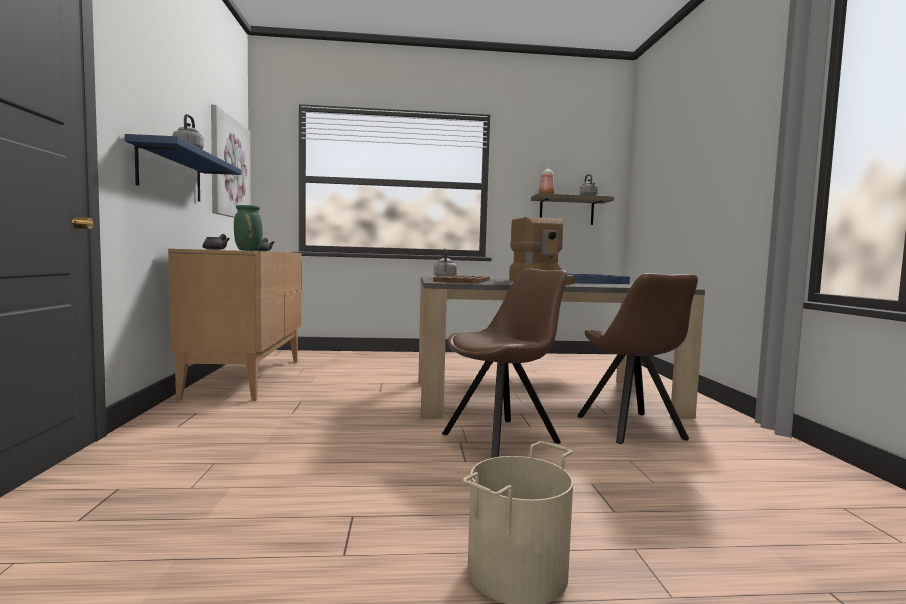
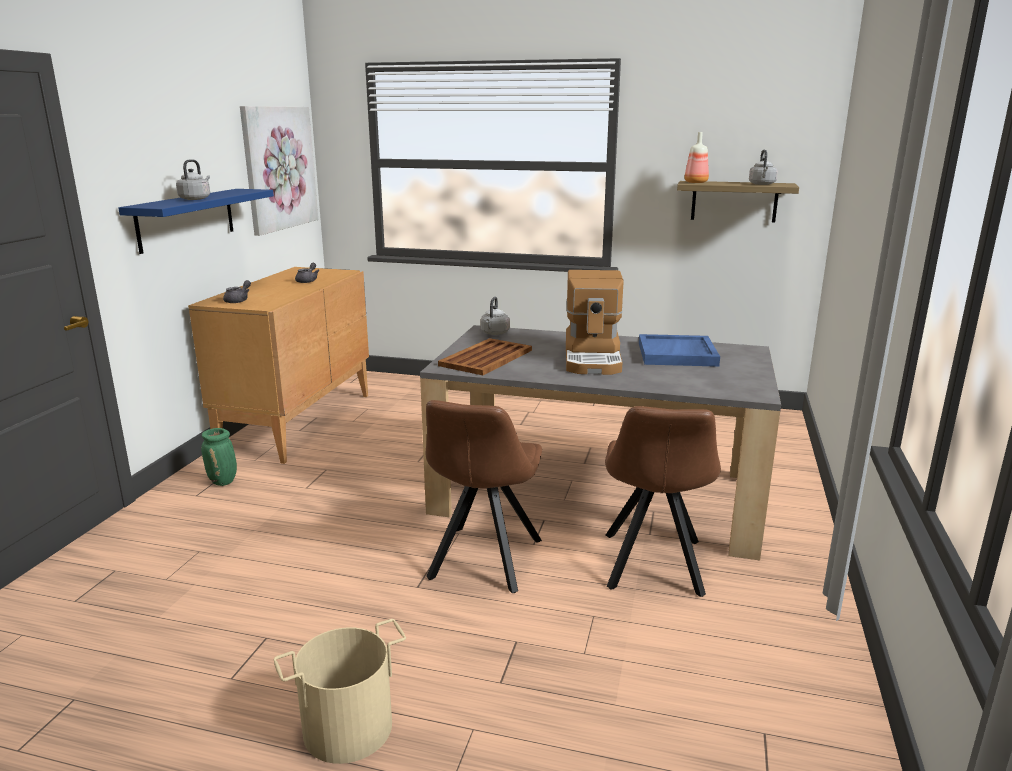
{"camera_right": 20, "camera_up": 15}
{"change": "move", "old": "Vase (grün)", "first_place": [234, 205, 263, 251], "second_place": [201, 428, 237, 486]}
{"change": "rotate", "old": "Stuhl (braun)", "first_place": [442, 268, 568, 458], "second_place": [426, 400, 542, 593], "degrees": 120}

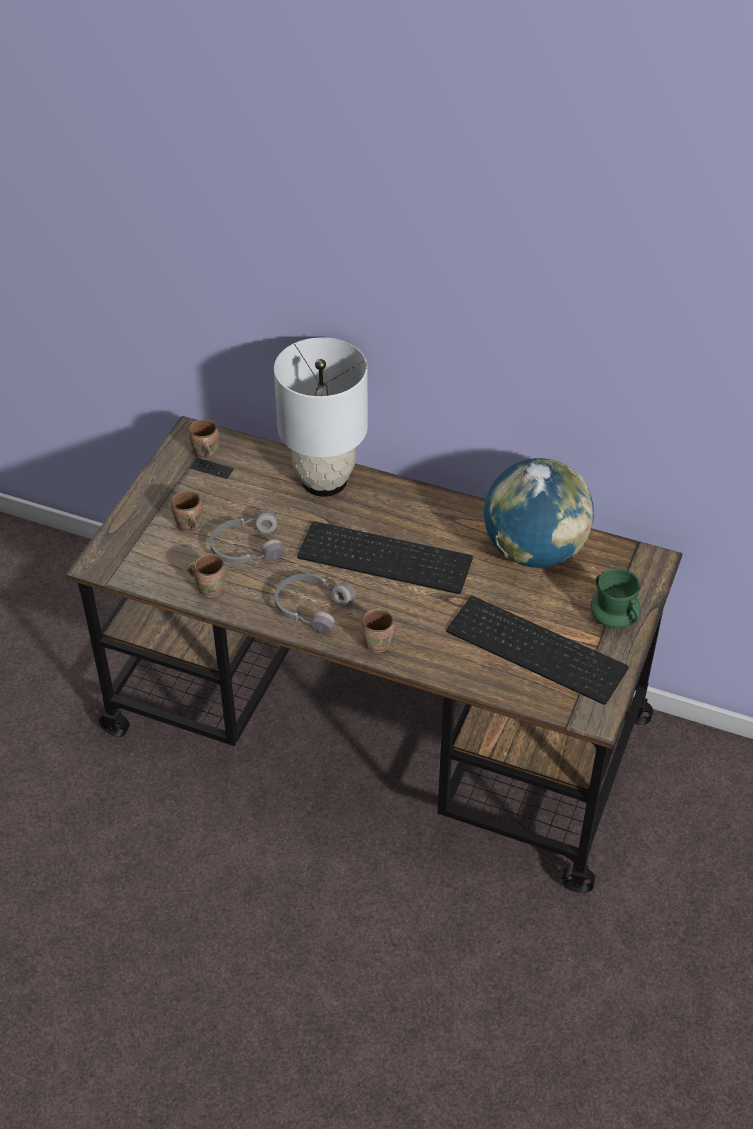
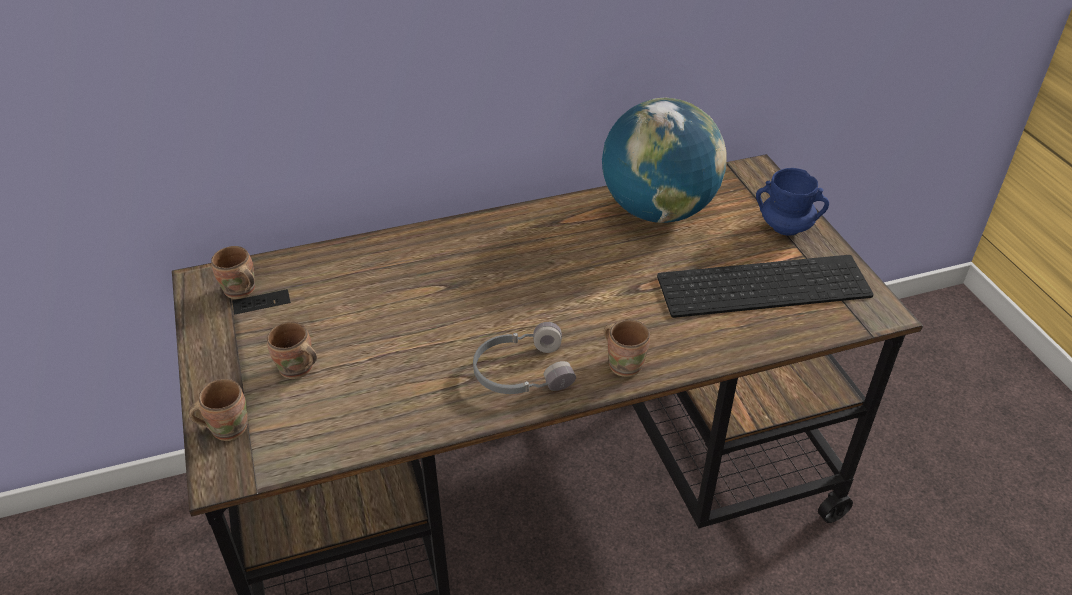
{"camera_right": -40, "camera_up": -5}
{"change": "delete", "old": "Kopfhörer (grau)", "first_place": [210, 510, 285, 563]}
{"change": "delete", "old": "Tischlampe (weiß)", "first_place": [274, 337, 368, 497]}
{"change": "delete", "old": "Tastatur", "first_place": [297, 521, 473, 594]}
{"change": "move", "old": "Henkelbecher (braun)", "first_place": [187, 553, 225, 598], "second_place": [189, 379, 248, 441]}
{"change": "recolor", "old": "Henkelbecher (grün)", "new": "Henkelbecher (blau)", "first_place": [590, 568, 641, 628], "second_place": [756, 168, 829, 236]}

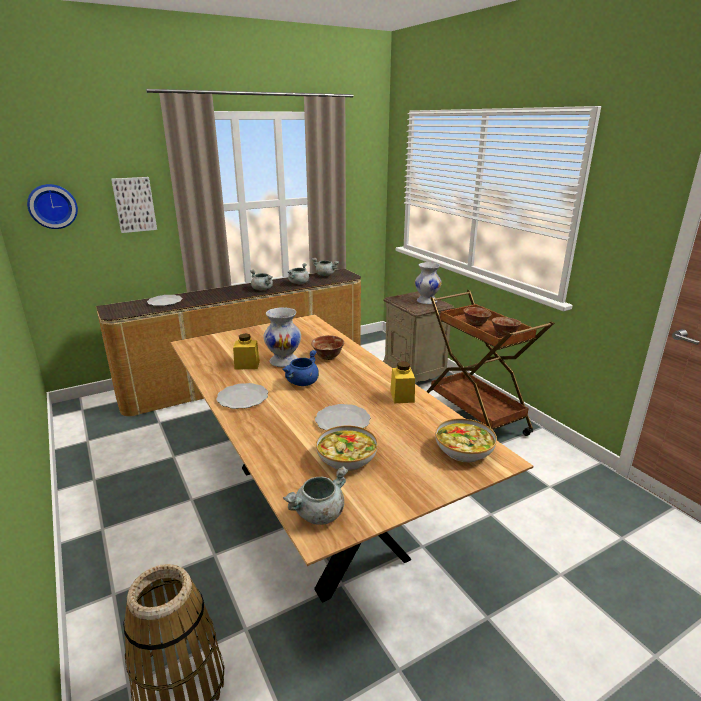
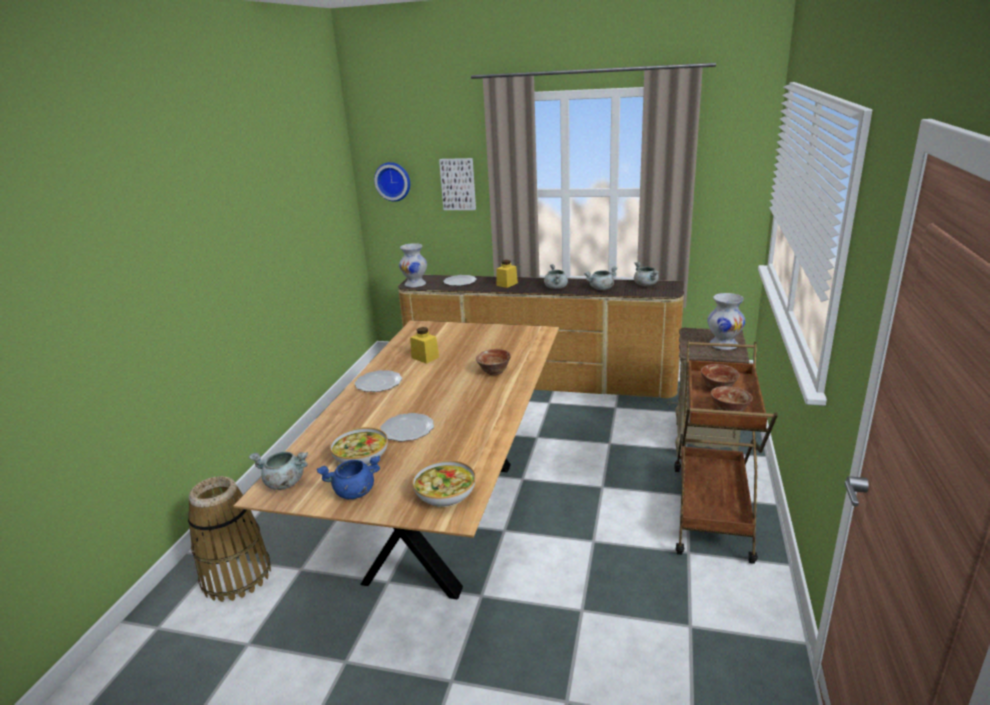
{"camera_right": 45, "camera_up": 0}
{"change": "move", "old": "Vase (weiß)", "first_place": [264, 307, 301, 367], "second_place": [399, 243, 427, 288]}
{"change": "move", "old": "Kochtopf (blau)", "first_place": [282, 350, 319, 386], "second_place": [317, 455, 381, 499]}
{"change": "move", "old": "Vorratsglas (gelb)", "first_place": [390, 361, 415, 403], "second_place": [496, 260, 518, 288]}

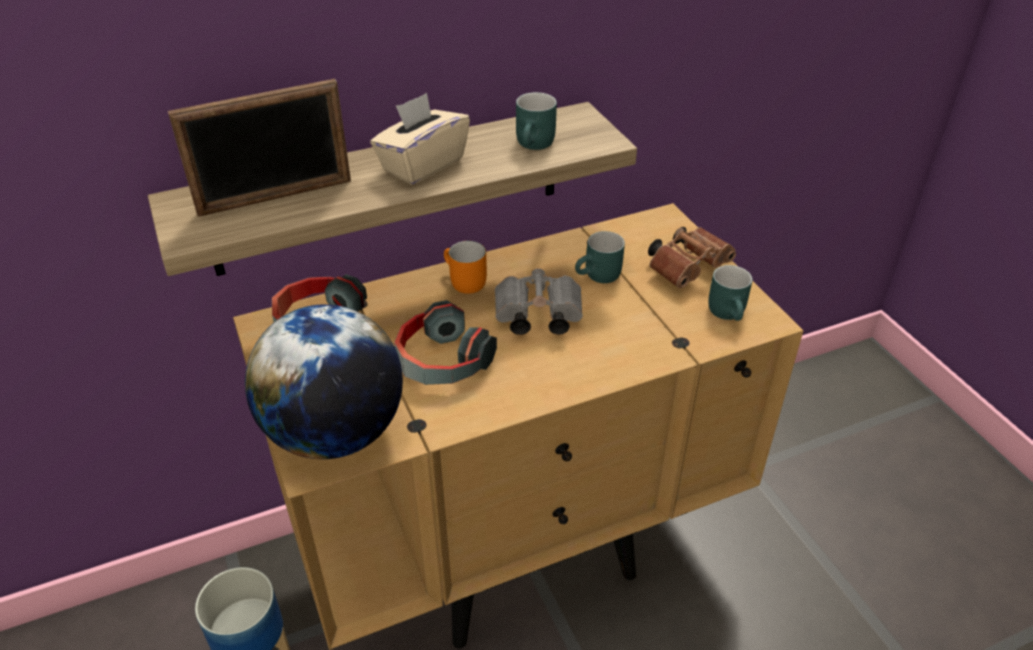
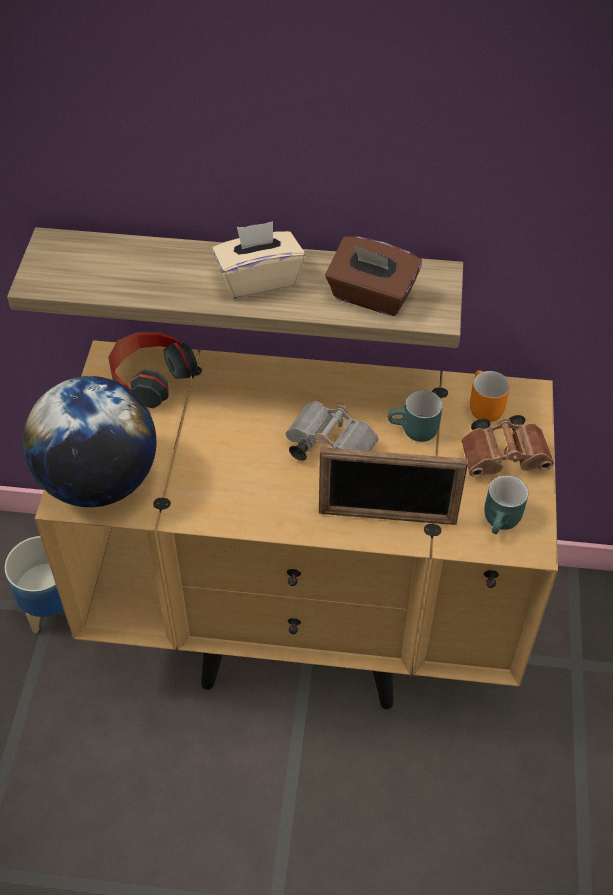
{"camera_right": 30, "camera_up": 10}
{"change": "delete", "old": "Kopfhörer", "first_place": [394, 300, 497, 385]}
{"change": "move", "old": "Bilderrahmen", "first_place": [168, 79, 351, 217], "second_place": [319, 447, 468, 525]}
{"change": "move", "old": "Henkelbecher (orange)", "first_place": [444, 241, 487, 294], "second_place": [470, 370, 510, 422]}
{"change": "replace", "old": "Henkelbecher (türkis)", "new": "Taschentuchbox (braun)", "first_place": [516, 92, 557, 150], "second_place": [325, 236, 422, 316]}

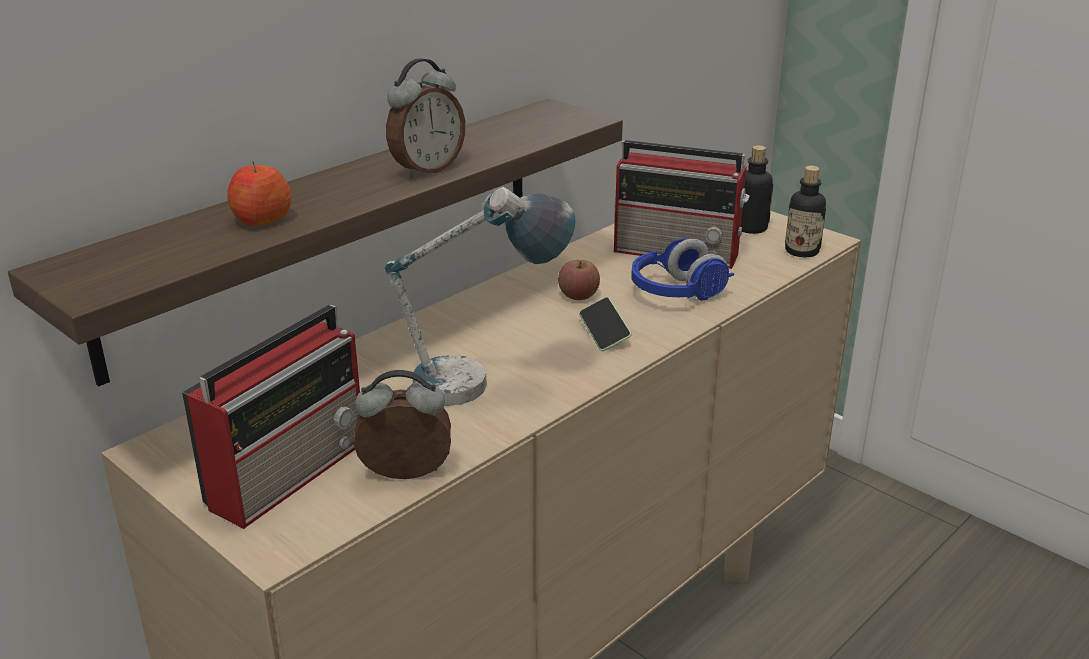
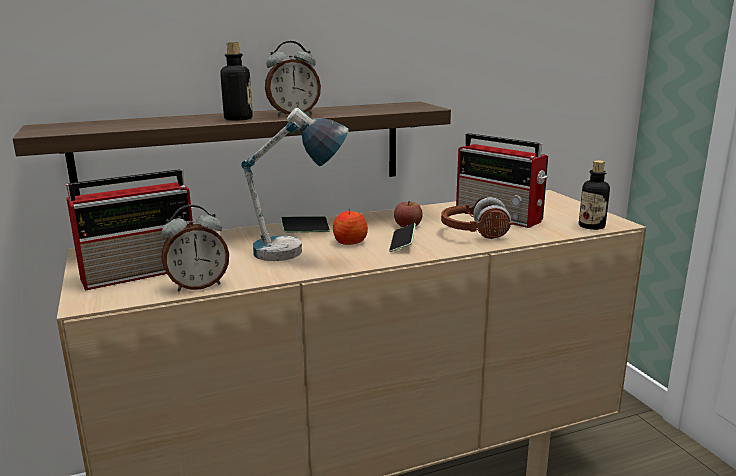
{"camera_right": 25, "camera_up": -10}
{"change": "insert", "new": "Handy", "second_place": [281, 216, 330, 233]}
{"change": "move", "old": "Apfel", "first_place": [227, 161, 291, 226], "second_place": [333, 208, 368, 245]}
{"change": "move", "old": "Flasche", "first_place": [741, 145, 773, 234], "second_place": [220, 42, 253, 120]}
{"change": "recolor", "old": "Kopfhörer (blau)", "new": "Kopfhörer (braun)", "first_place": [631, 238, 734, 301], "second_place": [441, 197, 514, 239]}
{"change": "rotate", "old": "Wecker", "first_place": [354, 370, 451, 479], "second_place": [162, 205, 229, 291], "degrees": 135}

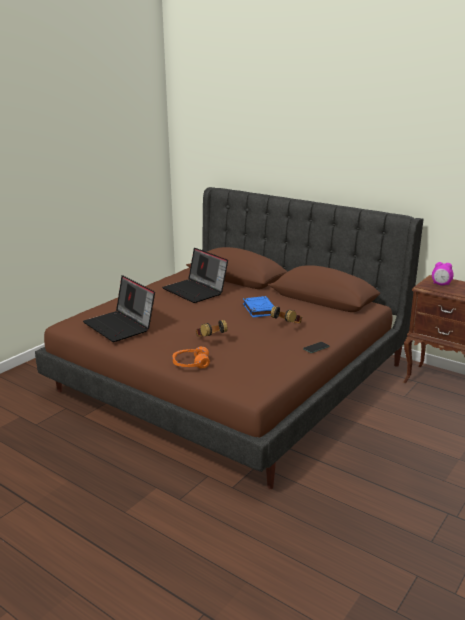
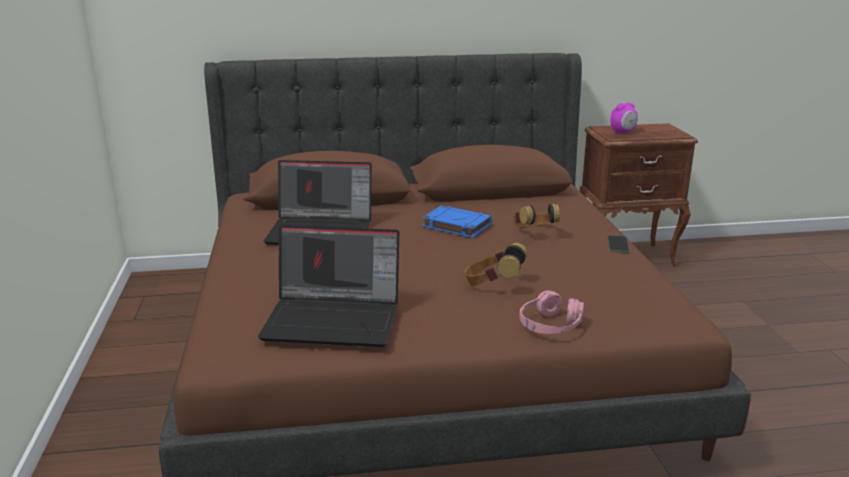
{"camera_right": -45, "camera_up": 0}
{"change": "recolor", "old": "Kopfhörer (orange)", "new": "Kopfhörer (rosa)", "first_place": [173, 347, 210, 369], "second_place": [519, 291, 584, 334]}

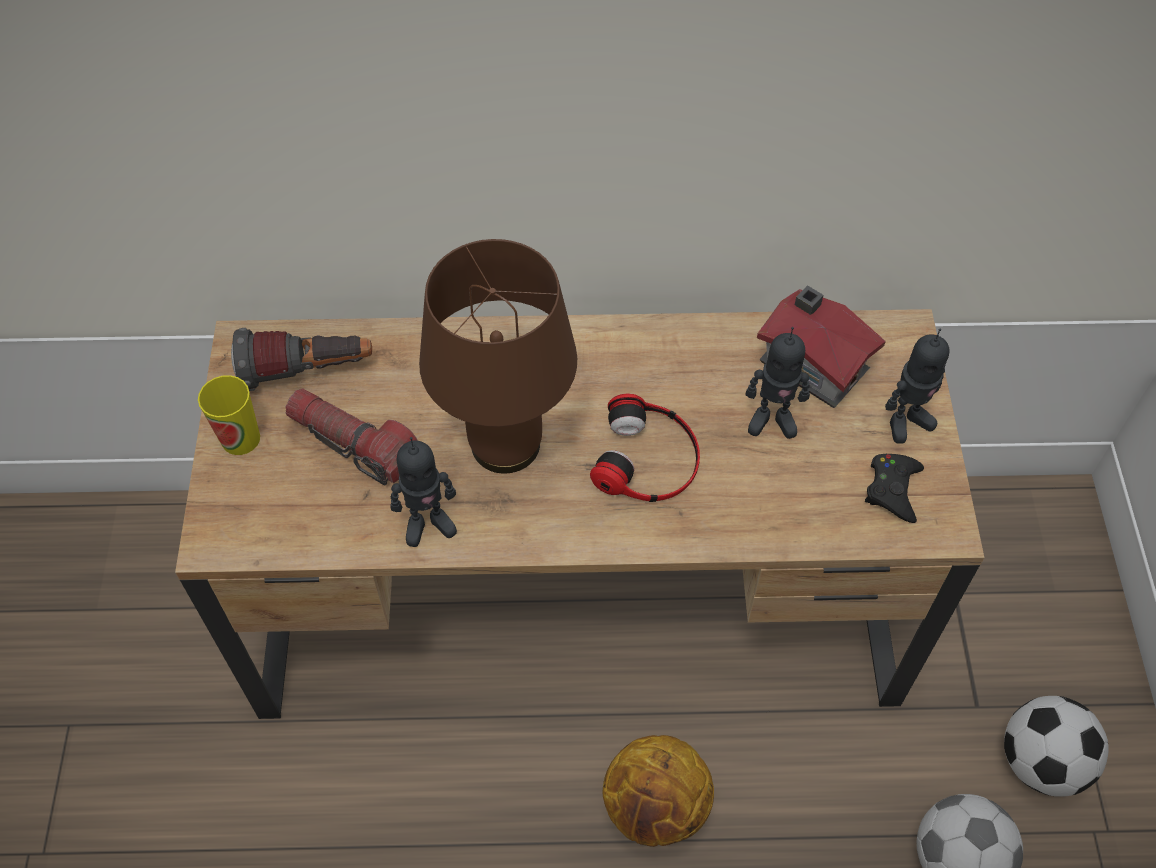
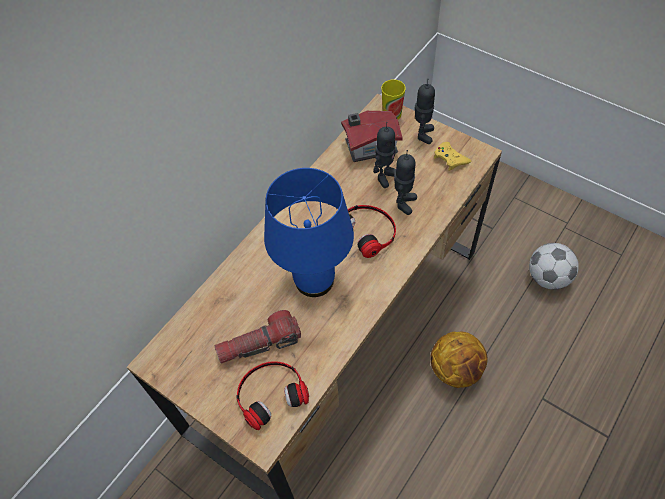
{"camera_right": -50, "camera_up": 0}
{"change": "delete", "old": "Taschenlampe", "first_place": [231, 328, 372, 391]}
{"change": "delete", "old": "Fußball", "first_place": [1004, 696, 1109, 797]}
{"change": "insert", "new": "Kopfhörer", "second_place": [236, 361, 309, 430]}
{"change": "move", "old": "Tasse", "first_place": [198, 375, 260, 455], "second_place": [381, 79, 406, 120]}
{"change": "move", "old": "Spielzeugroboter", "first_place": [390, 437, 457, 547], "second_place": [394, 150, 417, 215]}
{"change": "recolor", "old": "Tischlampe (braun)", "new": "Tischlampe (blau)", "first_place": [419, 239, 577, 473], "second_place": [264, 168, 354, 297]}
{"change": "recolor", "old": "Gamepad (schwarz)", "new": "Gamepad (gelb)", "first_place": [865, 454, 924, 523], "second_place": [434, 142, 471, 171]}

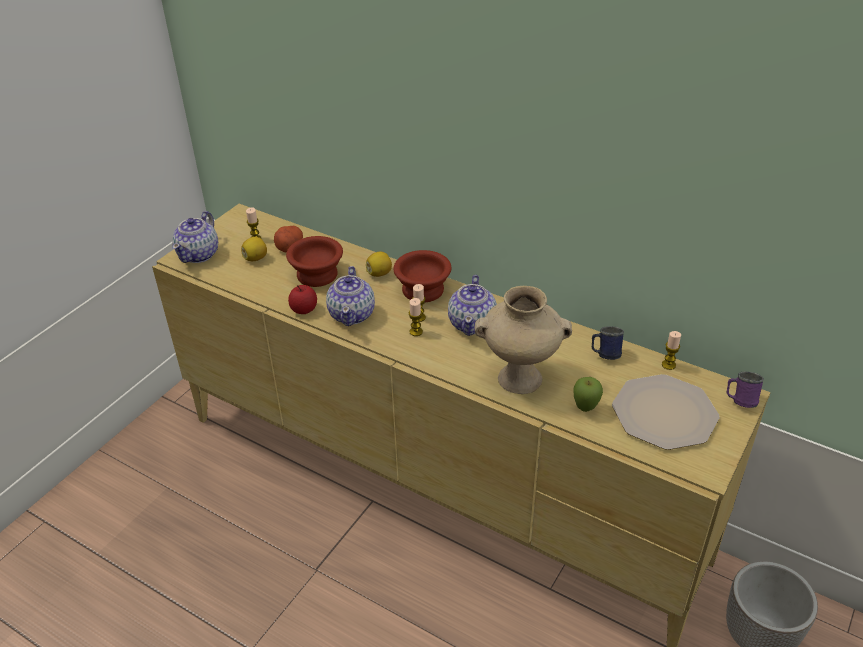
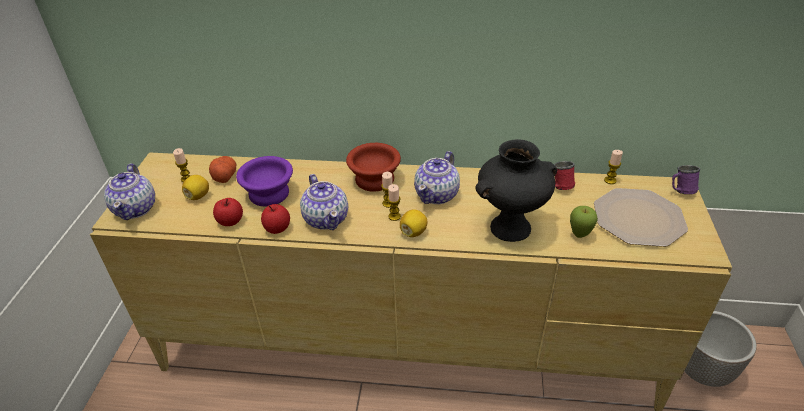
{"camera_right": -25, "camera_up": 0}
{"change": "insert", "new": "Apfel", "second_place": [213, 198, 243, 226]}
{"change": "move", "old": "Zitrone", "first_place": [366, 252, 392, 277], "second_place": [400, 209, 428, 237]}
{"change": "recolor", "old": "Schüssel (braun)", "new": "Schüssel (lila)", "first_place": [286, 236, 343, 287], "second_place": [236, 156, 293, 206]}
{"change": "recolor", "old": "Vase (beige)", "new": "Vase (schwarz)", "first_place": [475, 286, 572, 394], "second_place": [475, 139, 557, 242]}
{"change": "recolor", "old": "Henkelbecher (blau)", "new": "Henkelbecher (rot)", "first_place": [592, 326, 624, 360], "second_place": [554, 161, 575, 190]}
{"change": "rotate", "old": "Teekanne", "first_place": [448, 275, 497, 336], "second_place": [414, 151, 460, 204], "degrees": 45}

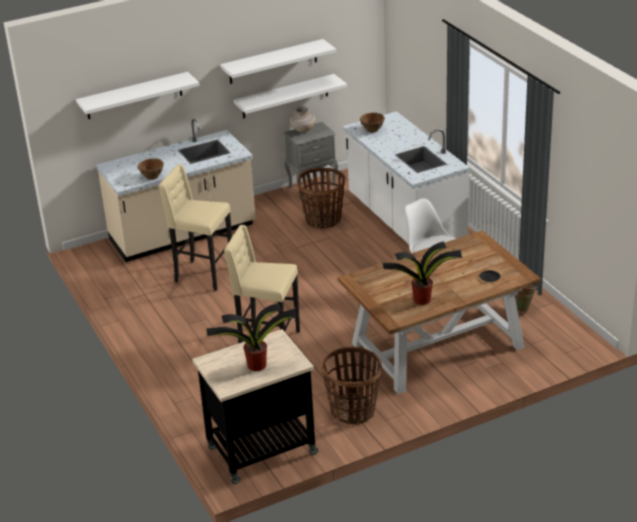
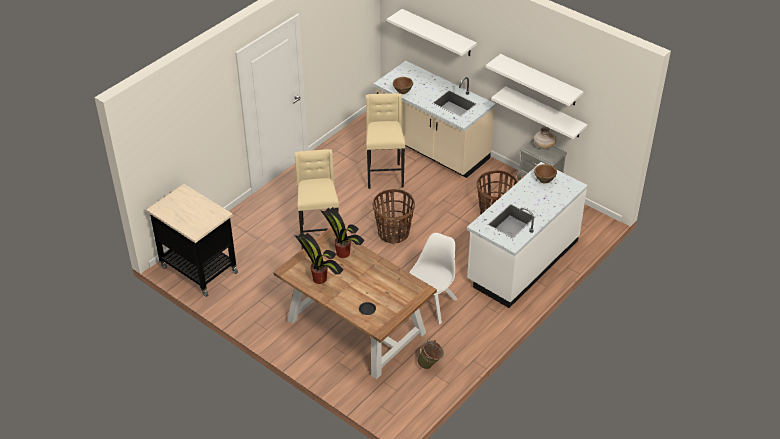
{"camera_right": 65, "camera_up": 10}
{"change": "move", "old": "Topfpflanze", "first_place": [206, 303, 297, 371], "second_place": [320, 207, 365, 258]}
{"change": "move", "old": "Korb", "first_place": [321, 347, 382, 425], "second_place": [373, 189, 415, 244]}

